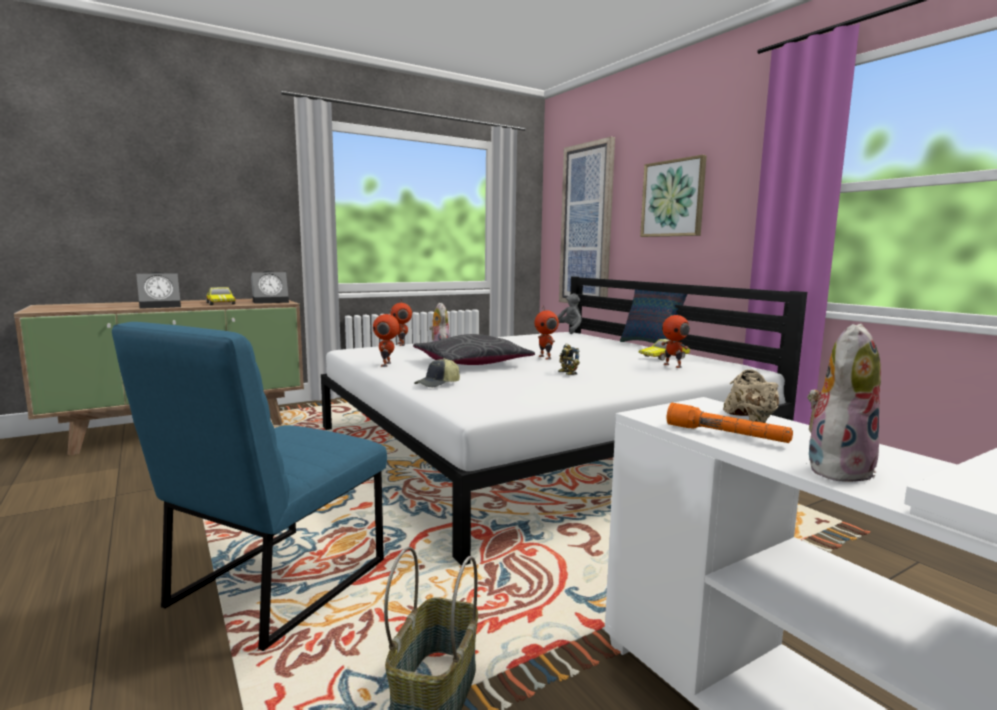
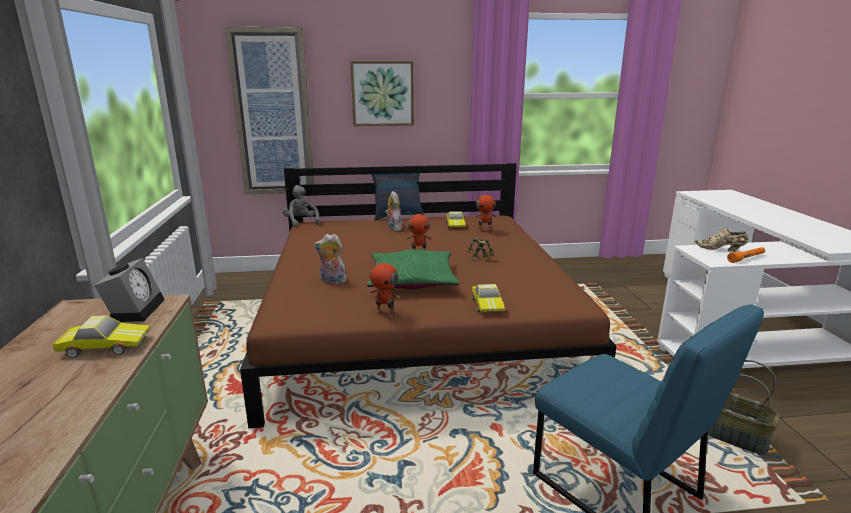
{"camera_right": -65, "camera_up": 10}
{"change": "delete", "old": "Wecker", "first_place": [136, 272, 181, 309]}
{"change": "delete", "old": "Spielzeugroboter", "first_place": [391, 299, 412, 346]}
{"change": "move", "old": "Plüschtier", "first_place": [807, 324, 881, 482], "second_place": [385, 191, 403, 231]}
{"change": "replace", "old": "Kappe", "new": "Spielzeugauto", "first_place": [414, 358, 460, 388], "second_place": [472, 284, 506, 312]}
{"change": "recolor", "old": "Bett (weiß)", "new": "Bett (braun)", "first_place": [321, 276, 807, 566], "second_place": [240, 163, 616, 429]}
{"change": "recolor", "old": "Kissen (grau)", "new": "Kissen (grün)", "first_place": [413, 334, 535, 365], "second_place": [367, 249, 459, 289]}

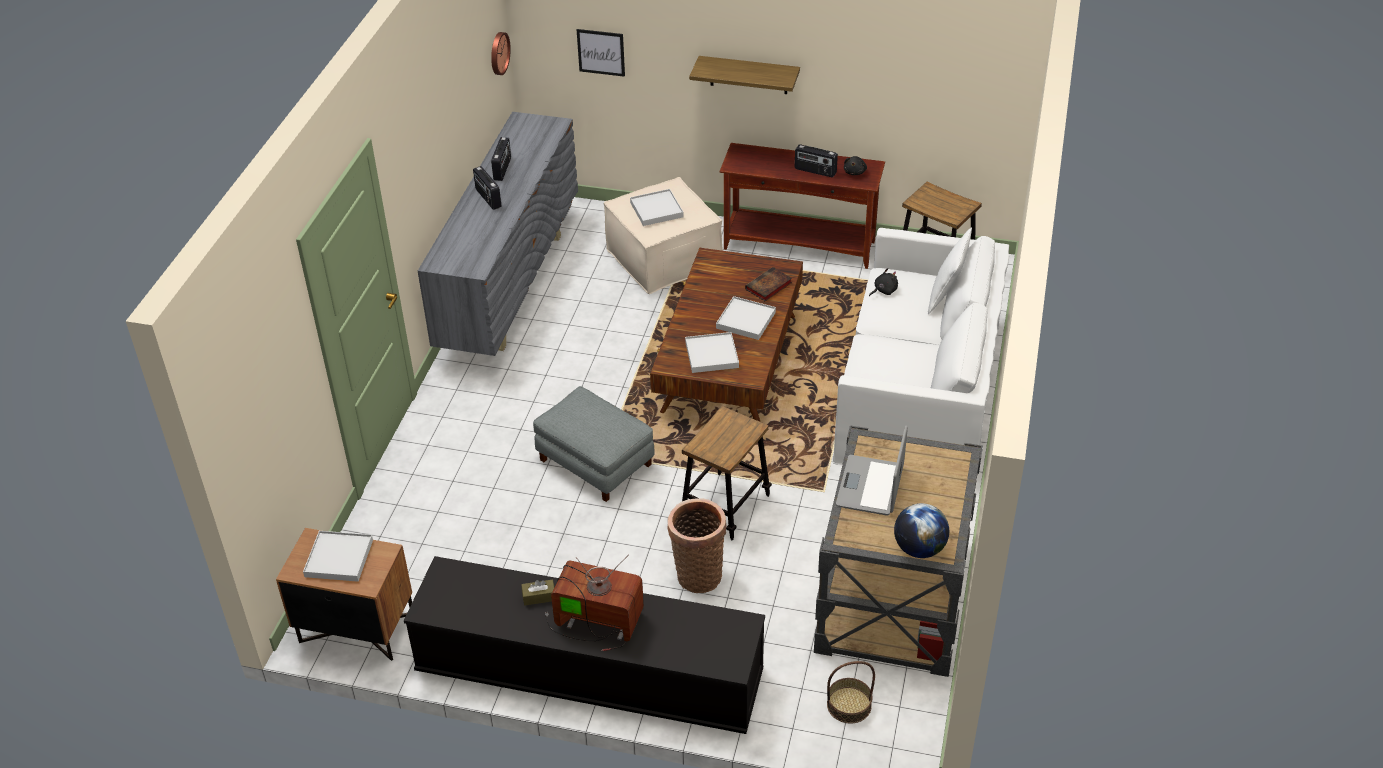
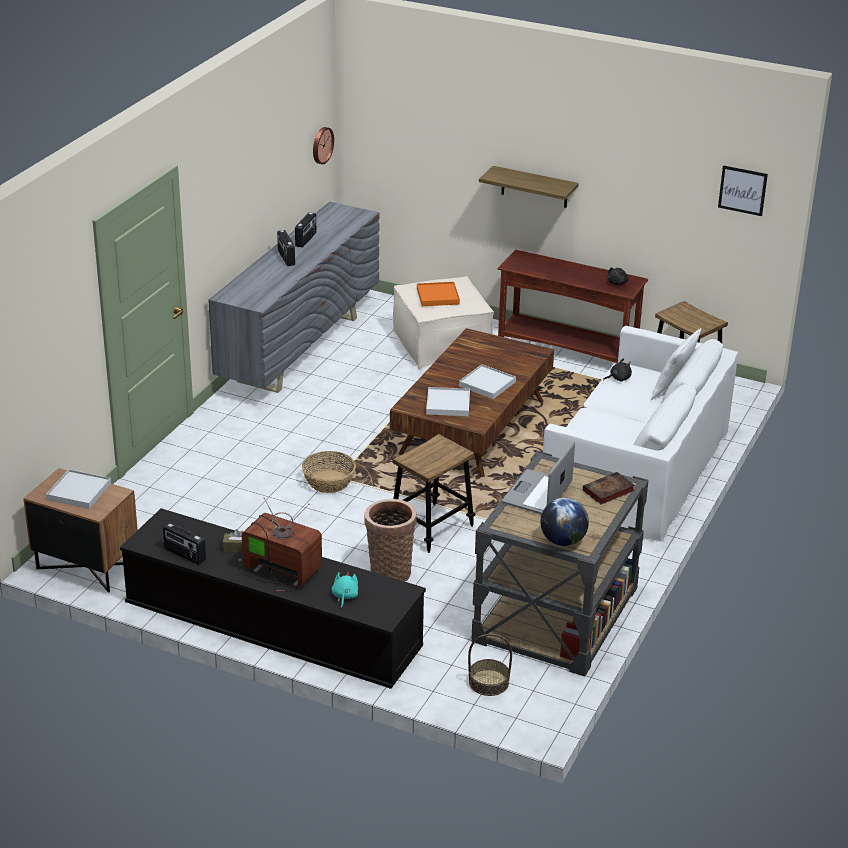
{"camera_right": 10, "camera_up": -10}
{"change": "insert", "new": "Plüschtier (türkis)", "second_place": [331, 571, 358, 608]}
{"change": "move", "old": "Bild", "first_place": [577, 29, 625, 77], "second_place": [718, 165, 768, 216]}
{"change": "move", "old": "Buch", "first_place": [745, 267, 792, 301], "second_place": [583, 472, 635, 504]}
{"change": "move", "old": "Radio", "first_place": [795, 144, 838, 177], "second_place": [163, 523, 206, 565]}
{"change": "replace", "old": "Polsterhocker (grau)", "new": "Korb", "first_place": [533, 386, 655, 502], "second_place": [302, 451, 356, 493]}
{"change": "recolor", "old": "Tablett (weiß)", "new": "Tablett (orange)", "first_place": [630, 189, 684, 226], "second_place": [417, 282, 460, 306]}

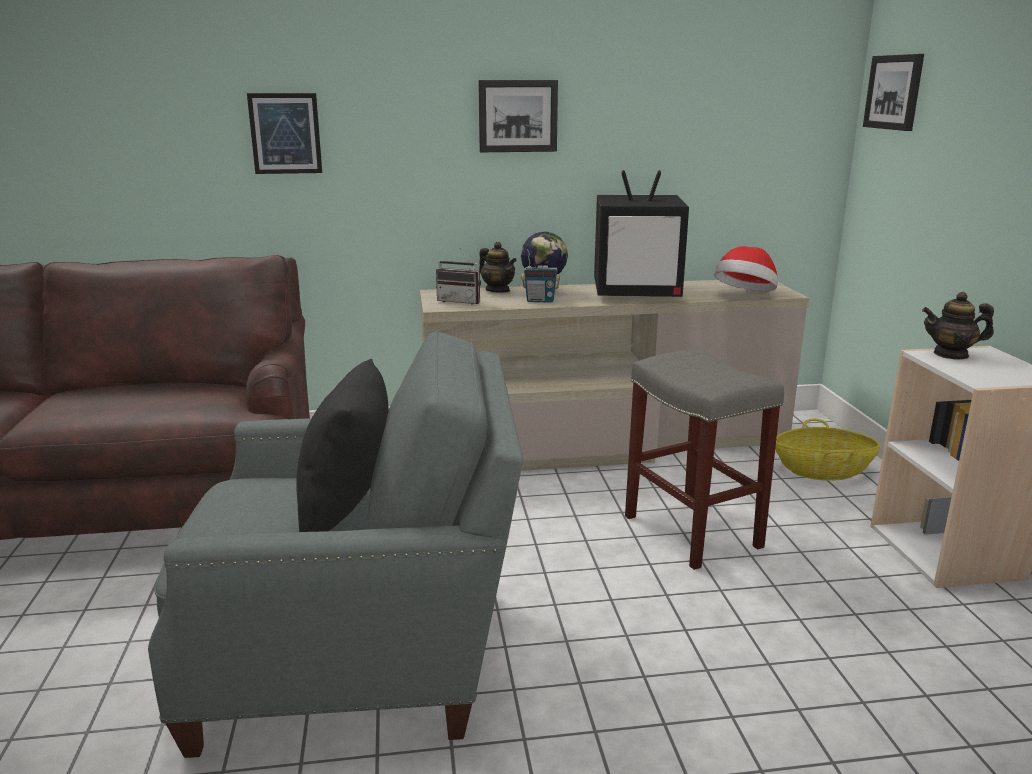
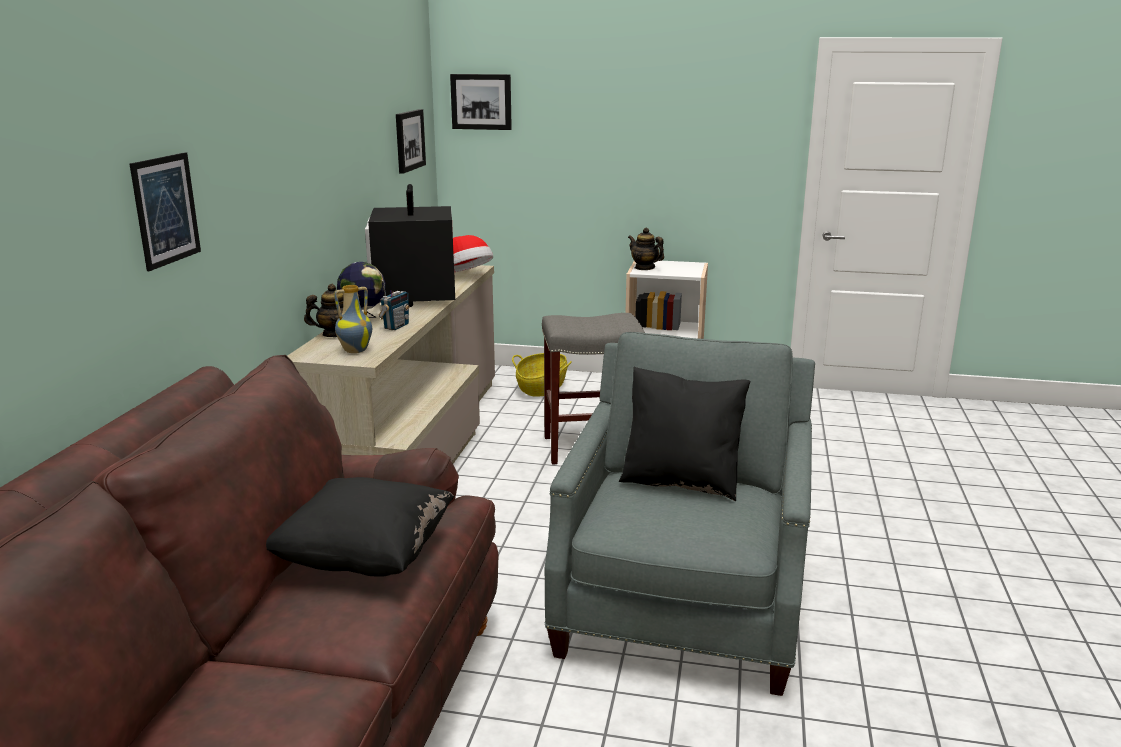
{"camera_right": -70, "camera_up": 0}
{"change": "insert", "new": "Kissen (schwarz)", "second_place": [266, 477, 454, 577]}
{"change": "move", "old": "Bild", "first_place": [478, 80, 558, 152], "second_place": [396, 109, 426, 174]}
{"change": "replace", "old": "Radio", "new": "Vase", "first_place": [436, 250, 481, 305], "second_place": [334, 285, 372, 353]}
{"change": "rotate", "old": "Fernseher", "first_place": [594, 170, 689, 297], "second_place": [365, 184, 455, 307], "degrees": 150}
{"change": "rotate", "old": "Teekanne", "first_place": [922, 292, 994, 359], "second_place": [628, 228, 664, 270], "degrees": 105}

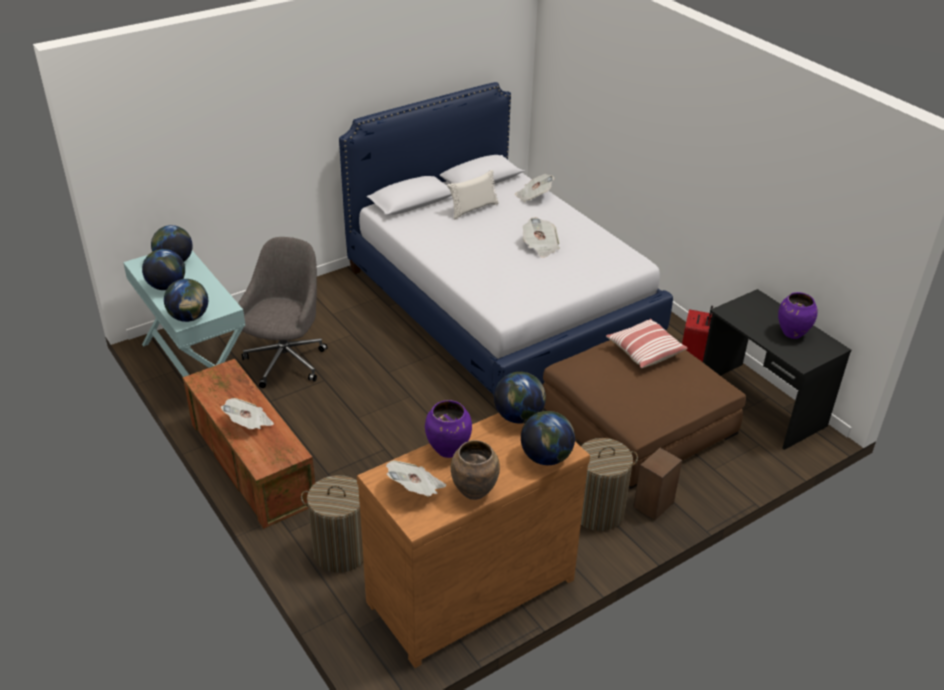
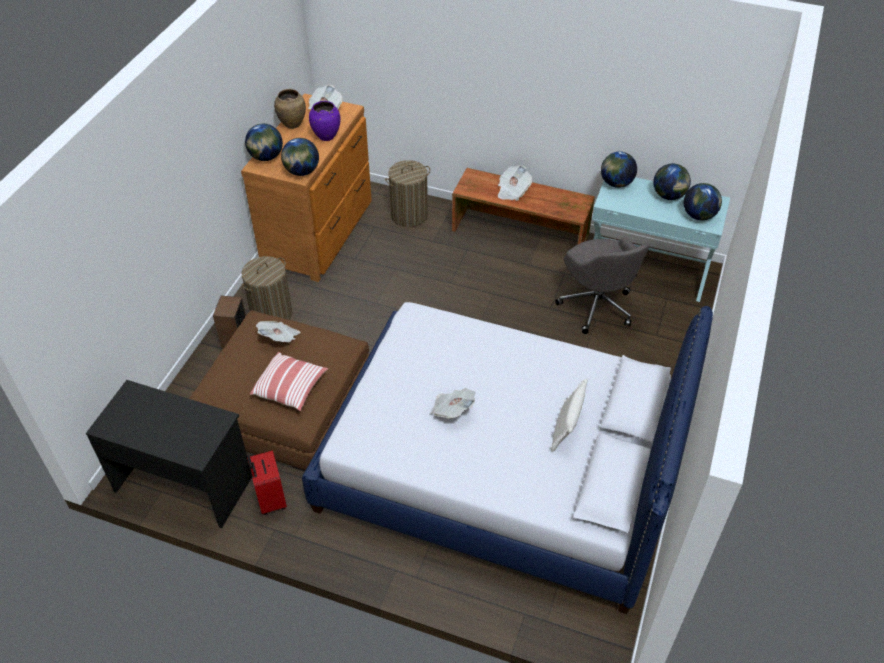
{"camera_right": 145, "camera_up": 10}
{"change": "delete", "old": "Vase (lila)", "first_place": [778, 292, 818, 339]}
{"change": "move", "old": "Zeitung", "first_place": [515, 174, 555, 202], "second_place": [256, 321, 301, 343]}

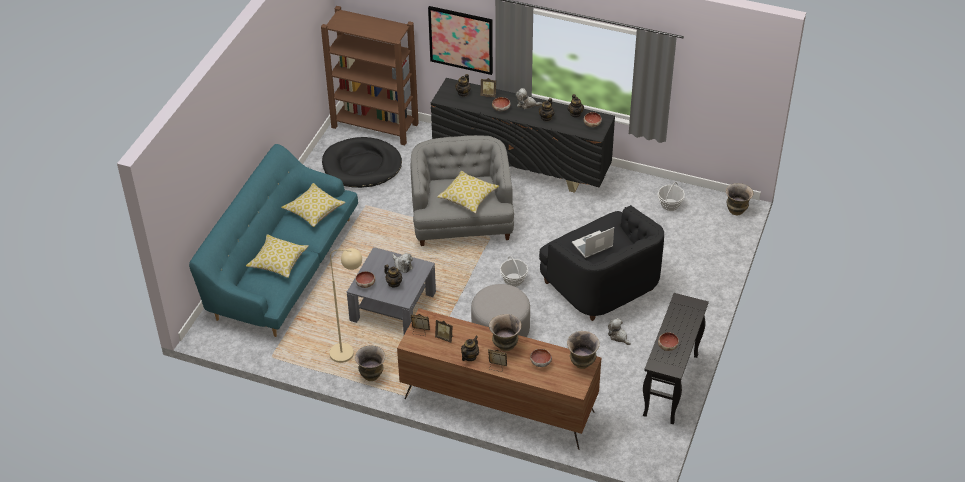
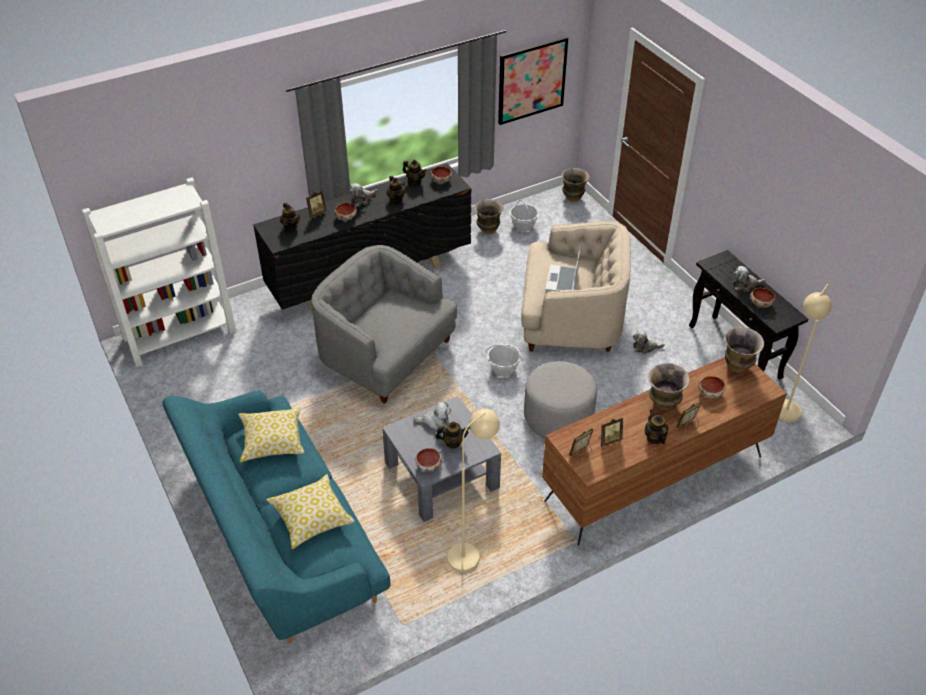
{"camera_right": -50, "camera_up": 0}
{"change": "delete", "old": "Hundebett (schwarz)", "first_place": [322, 137, 402, 188]}
{"change": "delete", "old": "Kissen", "first_place": [437, 171, 499, 213]}
{"change": "insert", "new": "Plüschtier", "second_place": [732, 266, 765, 292]}
{"change": "insert", "new": "Stehlampe (beige)", "second_place": [779, 284, 832, 423]}
{"change": "move", "old": "Vase", "first_place": [355, 346, 385, 381], "second_place": [474, 199, 504, 234]}
{"change": "move", "old": "Bild", "first_place": [428, 6, 493, 75], "second_place": [498, 37, 568, 125]}
{"change": "recolor", "old": "Bücherregal (braun)", "new": "Bücherregal (weiß)", "first_place": [321, 6, 419, 145], "second_place": [82, 178, 236, 367]}
{"change": "recolor", "old": "Sessel (schwarz)", "new": "Sessel (beige)", "first_place": [539, 205, 664, 321], "second_place": [521, 221, 631, 352]}

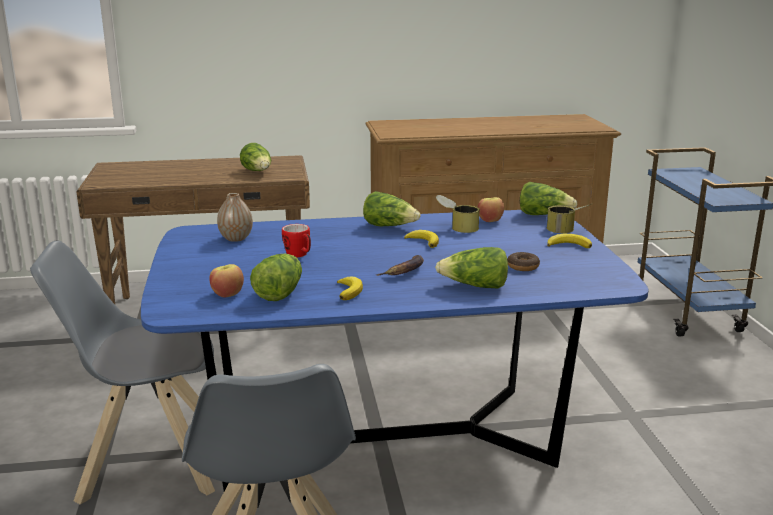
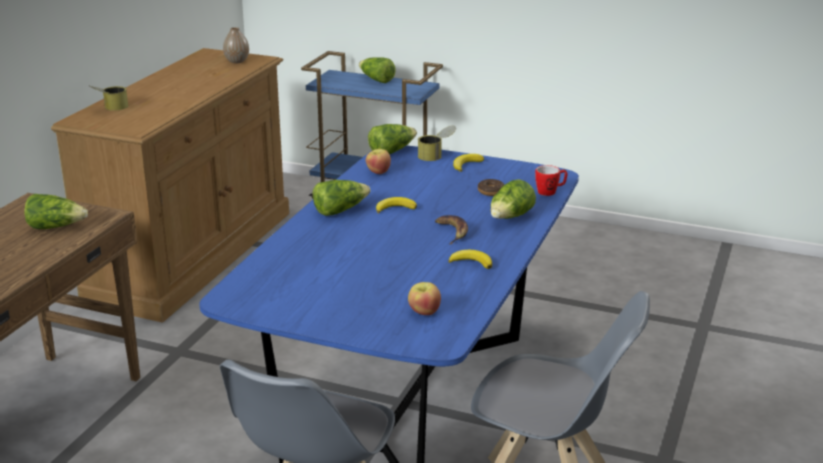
{"camera_right": -60, "camera_up": 5}
{"change": "move", "old": "Vase", "first_place": [217, 193, 253, 242], "second_place": [223, 27, 249, 63]}
{"change": "move", "old": "Salatkopf", "first_place": [250, 254, 302, 301], "second_place": [359, 57, 396, 83]}
{"change": "move", "old": "Henkelbecher", "first_place": [282, 224, 311, 258], "second_place": [535, 165, 568, 196]}
{"change": "move", "old": "Dose", "first_place": [436, 195, 480, 233], "second_place": [89, 86, 128, 111]}

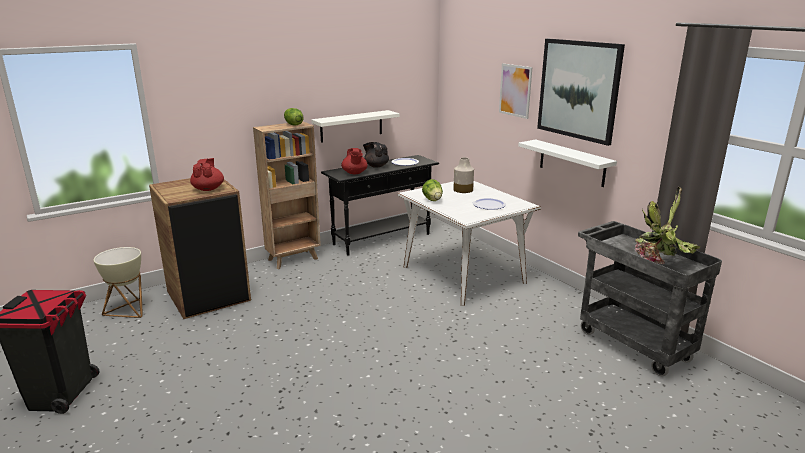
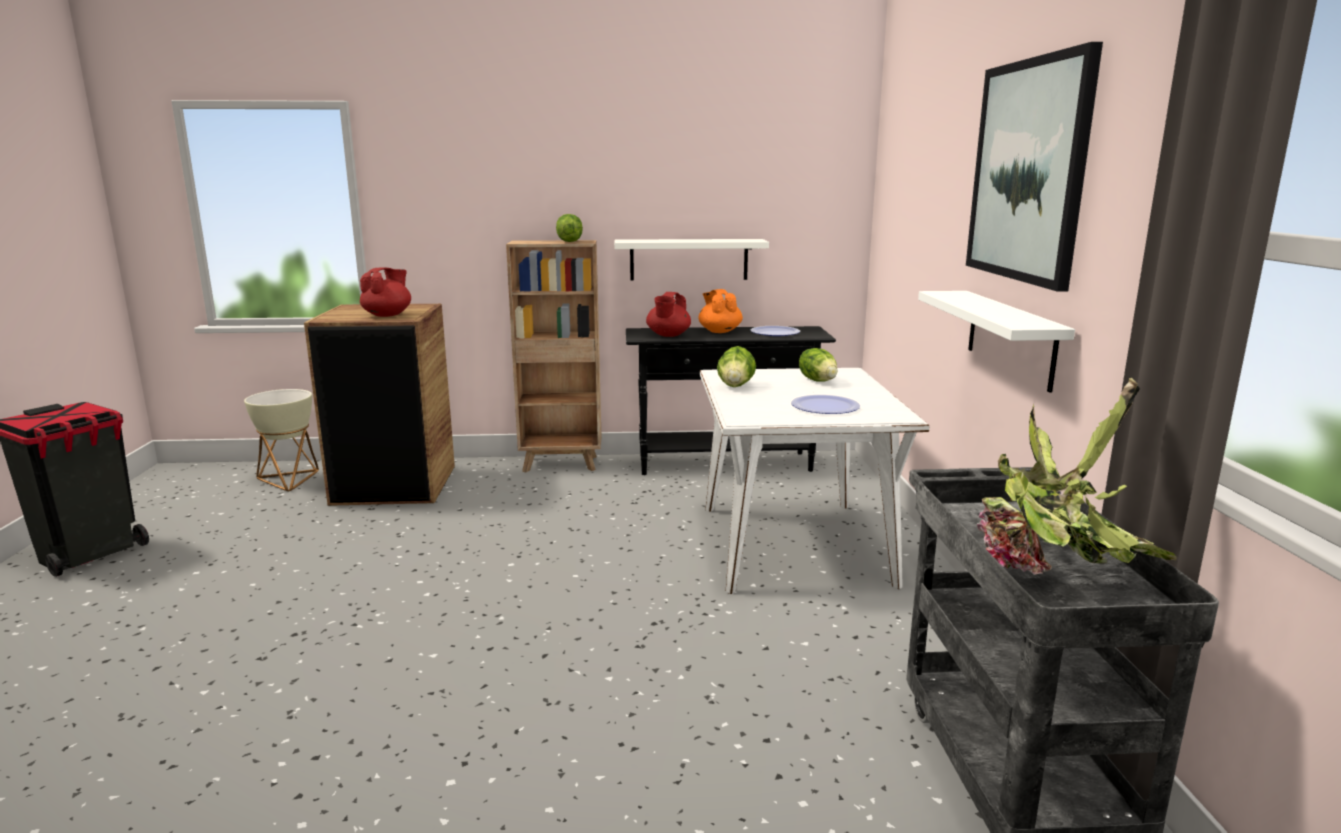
{"camera_right": 30, "camera_up": -5}
{"change": "delete", "old": "Bild", "first_place": [499, 63, 532, 119]}
{"change": "replace", "old": "Vase (beige)", "new": "Salatkopf", "first_place": [453, 157, 474, 193], "second_place": [799, 348, 838, 381]}
{"change": "recolor", "old": "Teekanne (schwarz)", "new": "Teekanne (orange)", "first_place": [363, 142, 389, 168], "second_place": [698, 289, 743, 333]}

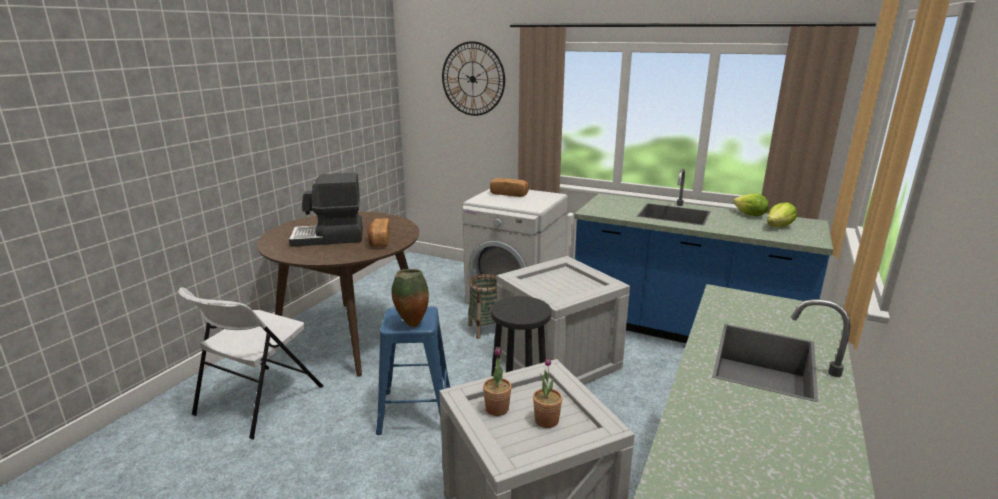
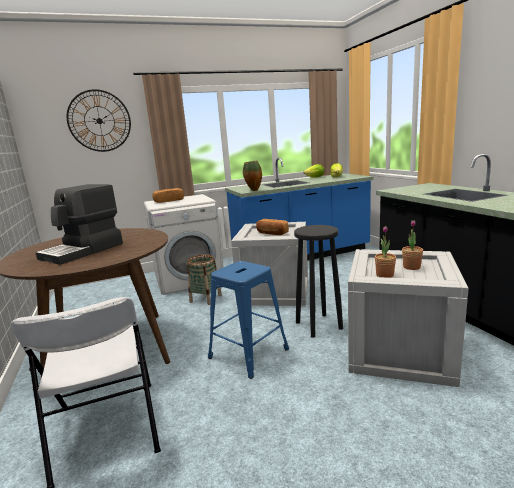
{"camera_right": -45, "camera_up": -5}
{"change": "move", "old": "Brot", "first_place": [368, 218, 390, 247], "second_place": [256, 219, 289, 235]}
{"change": "move", "old": "Vase", "first_place": [392, 269, 429, 327], "second_place": [243, 160, 262, 191]}

